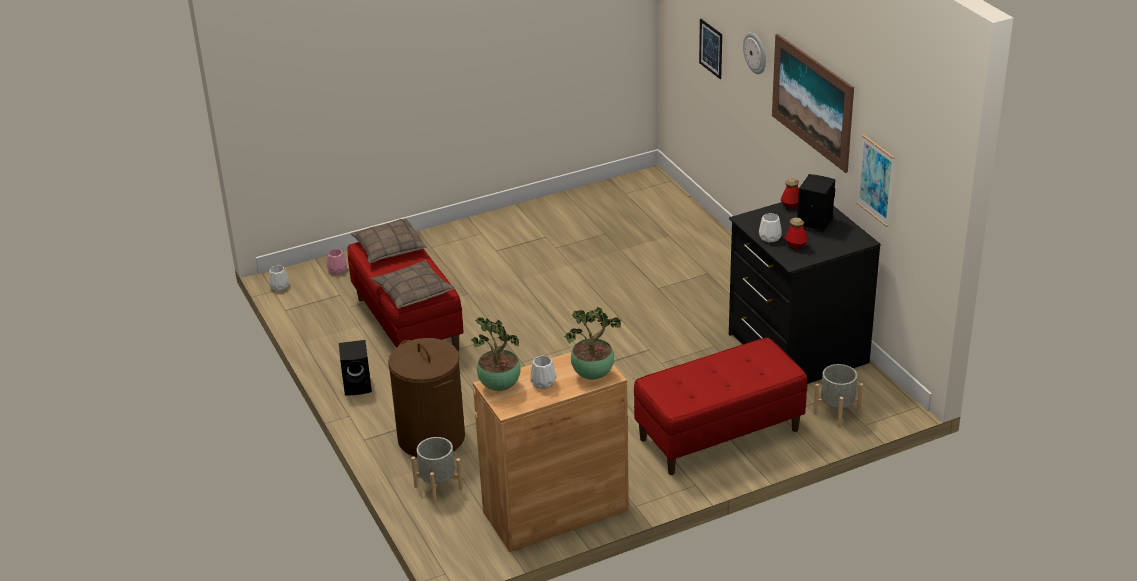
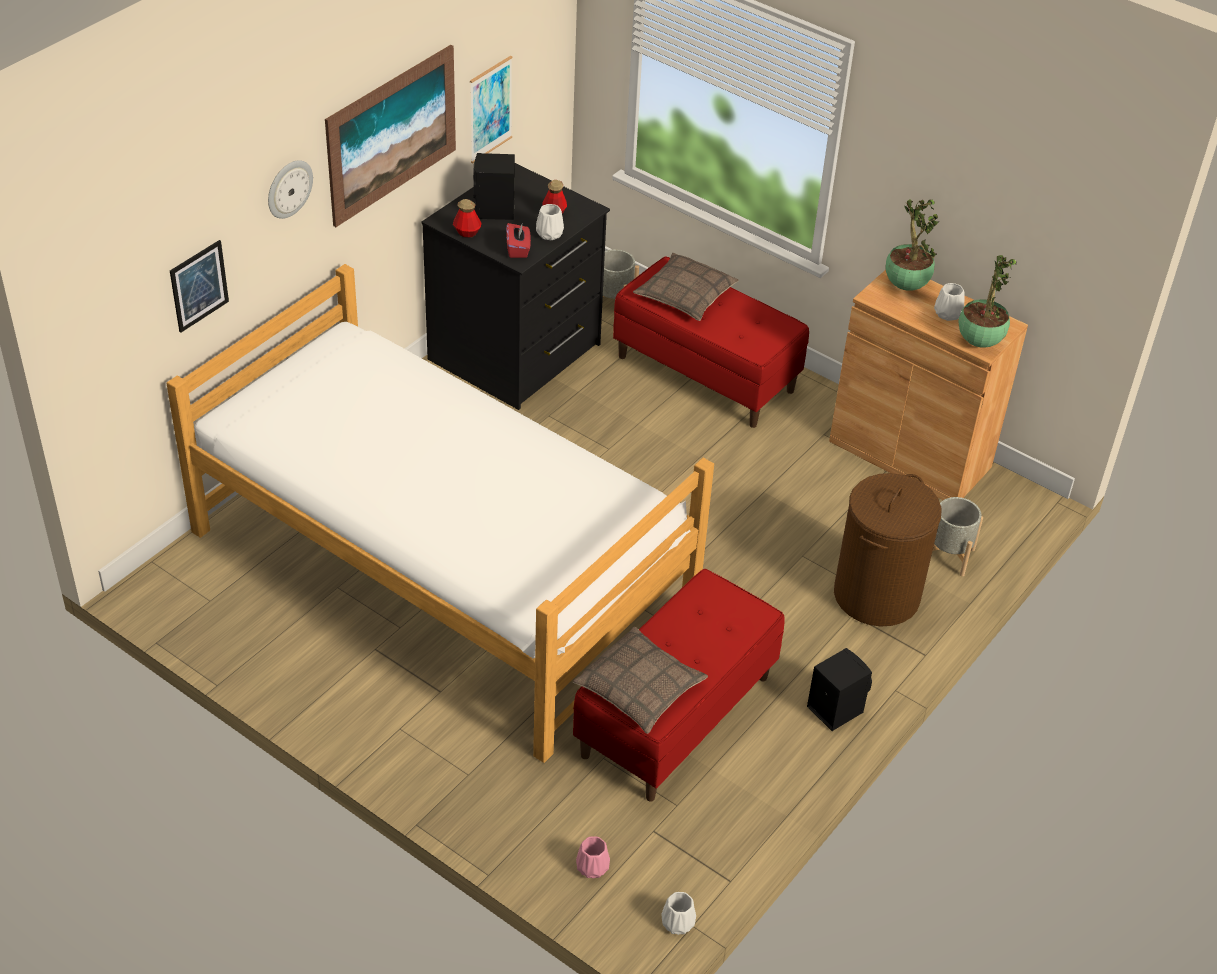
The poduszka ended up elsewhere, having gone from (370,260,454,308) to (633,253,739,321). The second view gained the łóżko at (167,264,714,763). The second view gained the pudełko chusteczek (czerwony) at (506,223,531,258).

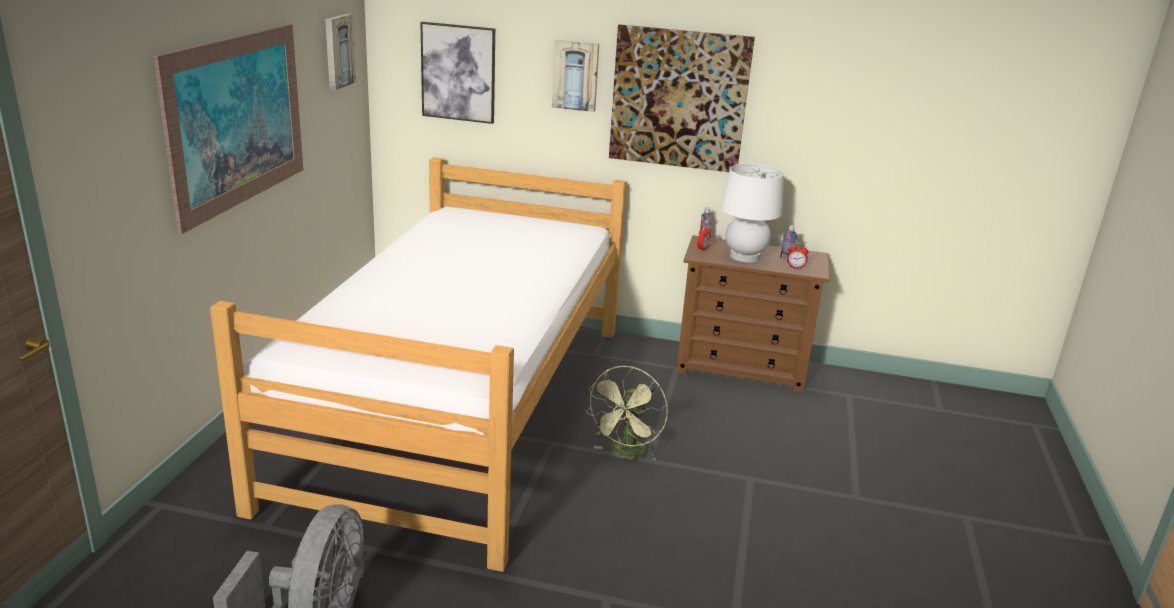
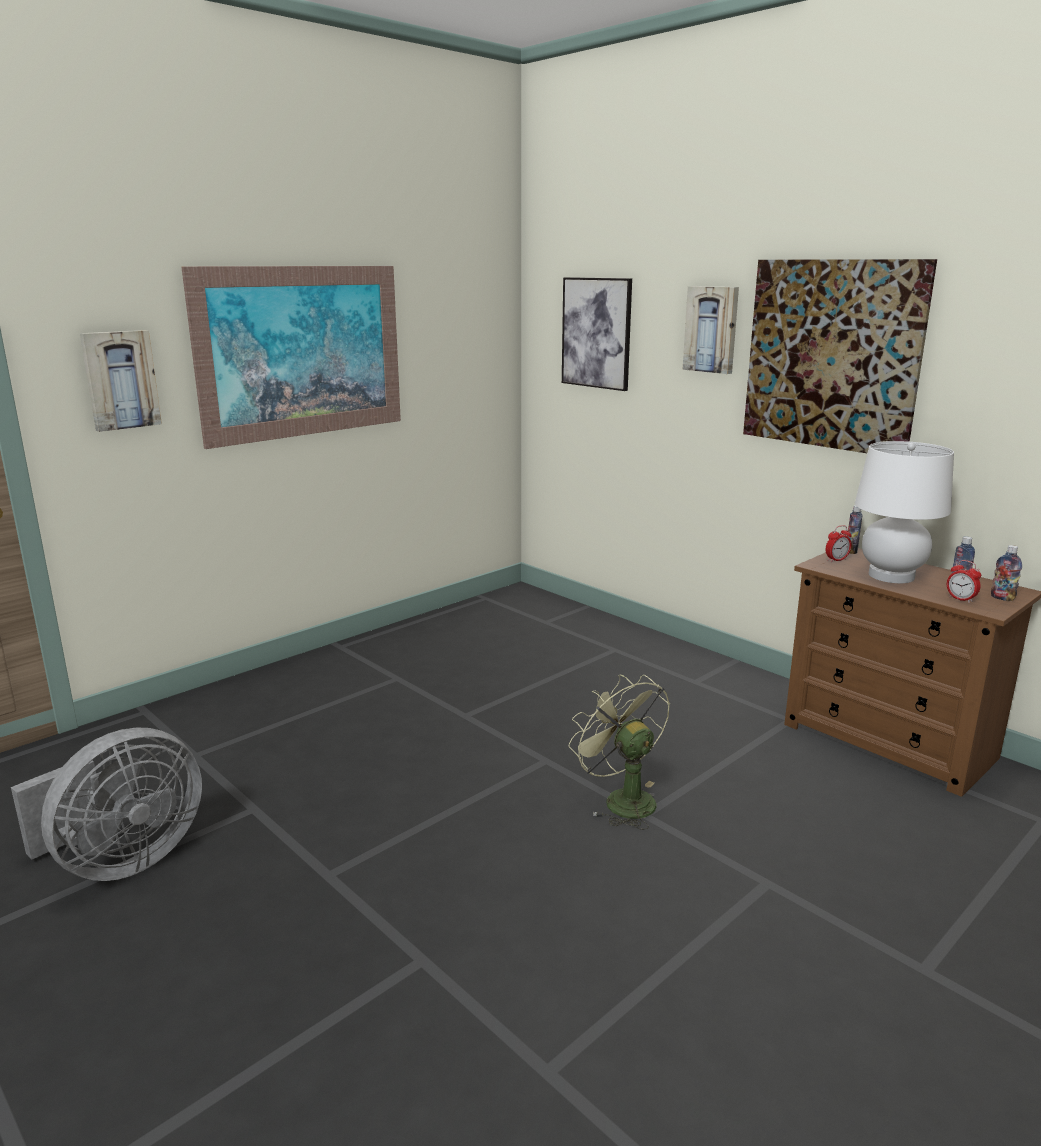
The second view lost the łóżko at (210,157,627,572). The obraz ended up elsewhere, having gone from (325,14,356,90) to (80,330,162,432). The wentylator (zielony) at (585,366,668,461) ended up facing another way, 90 degrees clockwise from before. The second view gained the butelka at (991,545,1022,601).

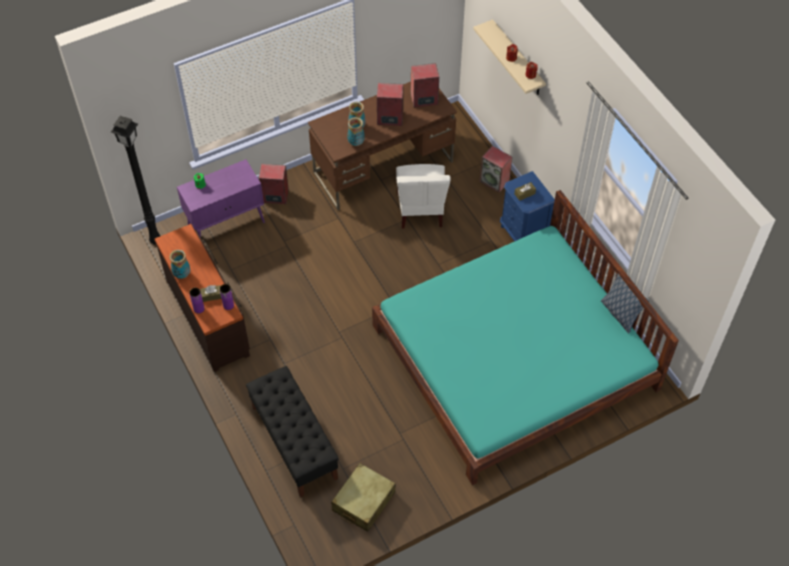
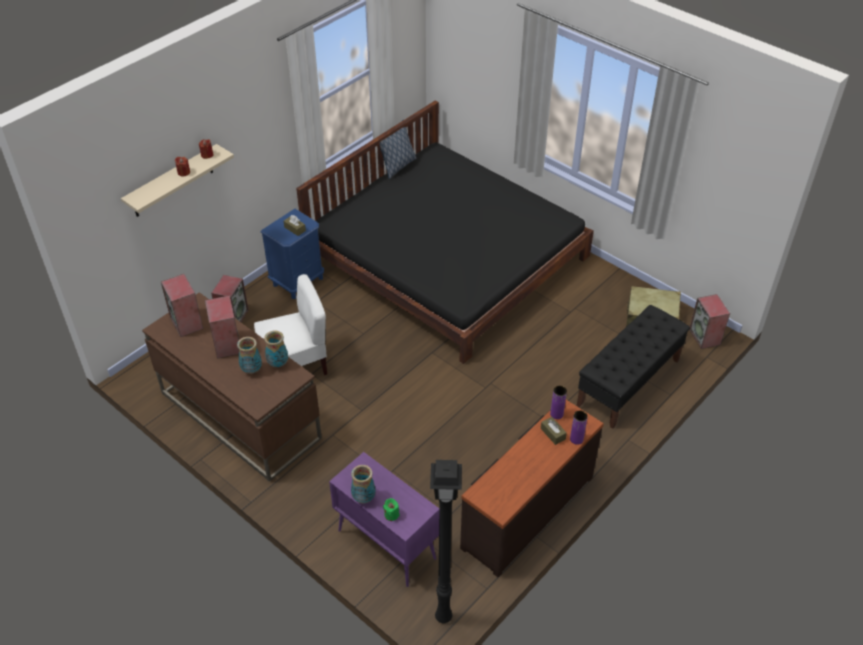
The wazon ended up elsewhere, having gone from (170,250,190,279) to (351,465,376,503). The głośnik ended up elsewhere, having gone from (259,164,289,204) to (689,294,730,349). What was the łóżko (turkusowy) at (372,190,679,485) turned into the łóżko (czarny) at (296,101,594,364).

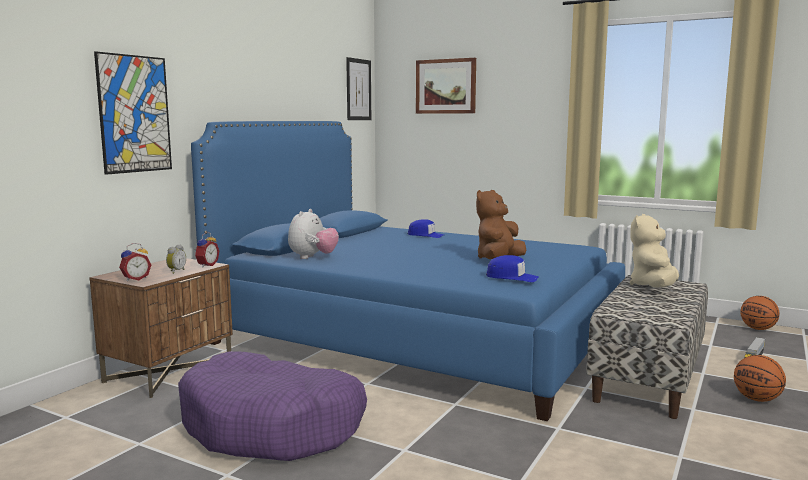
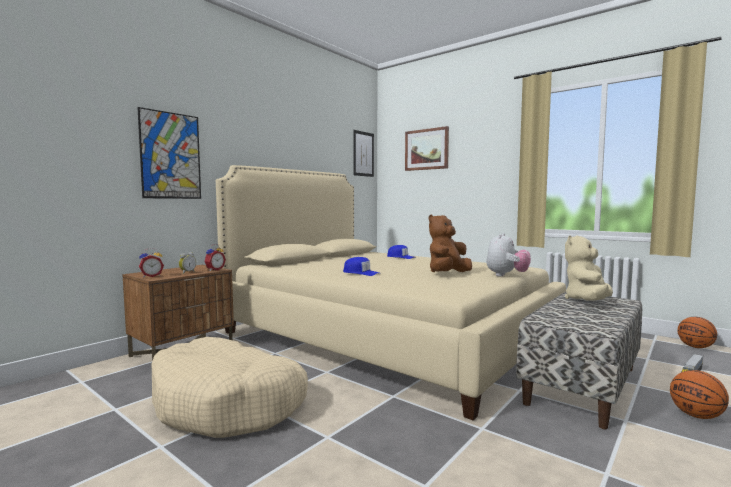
What was the legowisko (fioletowy) at (178,351,367,461) turned into the legowisko (beżowy) at (151,337,308,438). What was the łóżko (niebieski) at (191,121,625,421) turned into the łóżko (beżowy) at (216,165,566,420). The pluszak ended up elsewhere, having gone from (288,209,339,259) to (486,233,531,276). The czapka z daszkiem (niebieski) ended up elsewhere, having gone from (486,255,539,282) to (343,257,379,276).

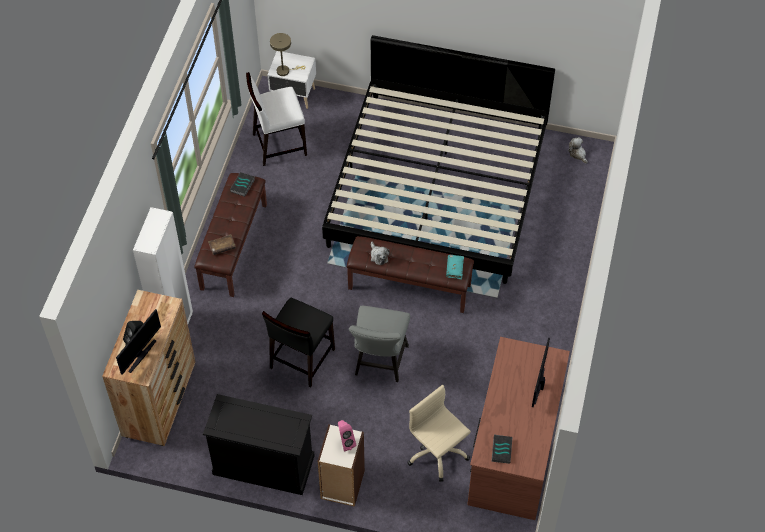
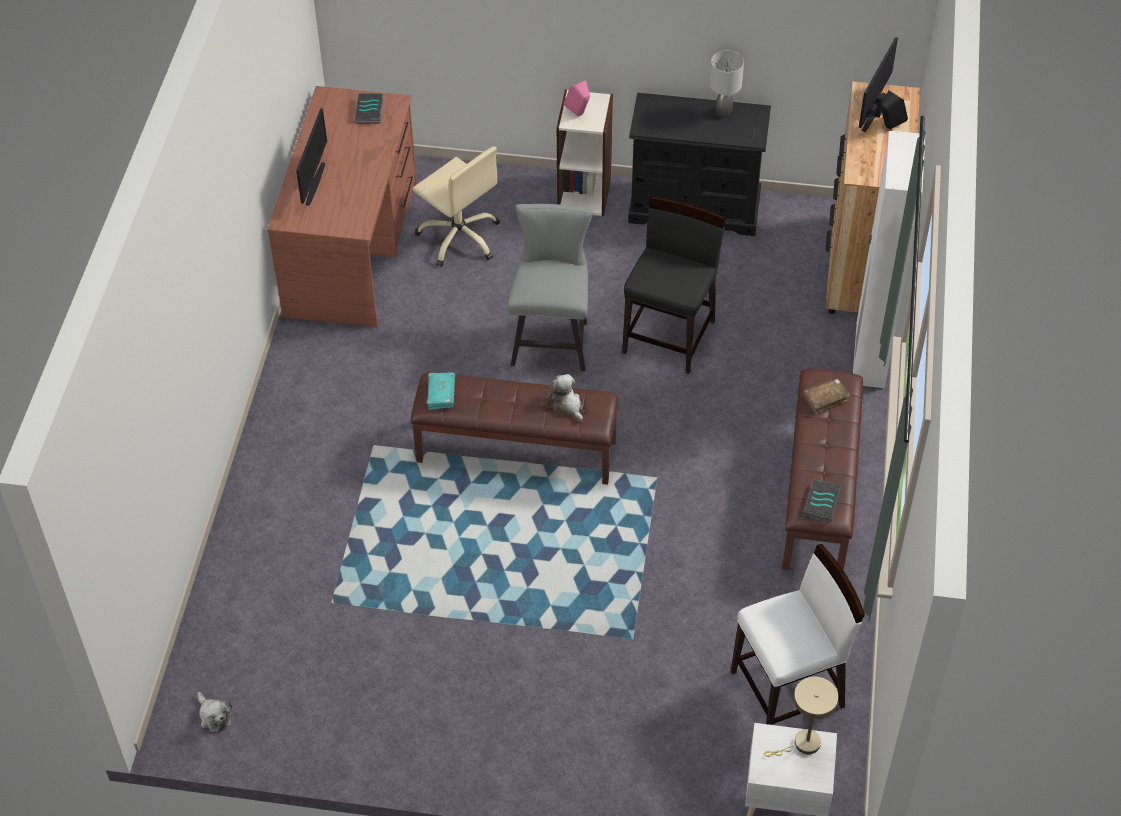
The second view lost the łóżko at (322,35,555,284). The second view gained the lampa stołowa (szary) at (710,51,744,118).

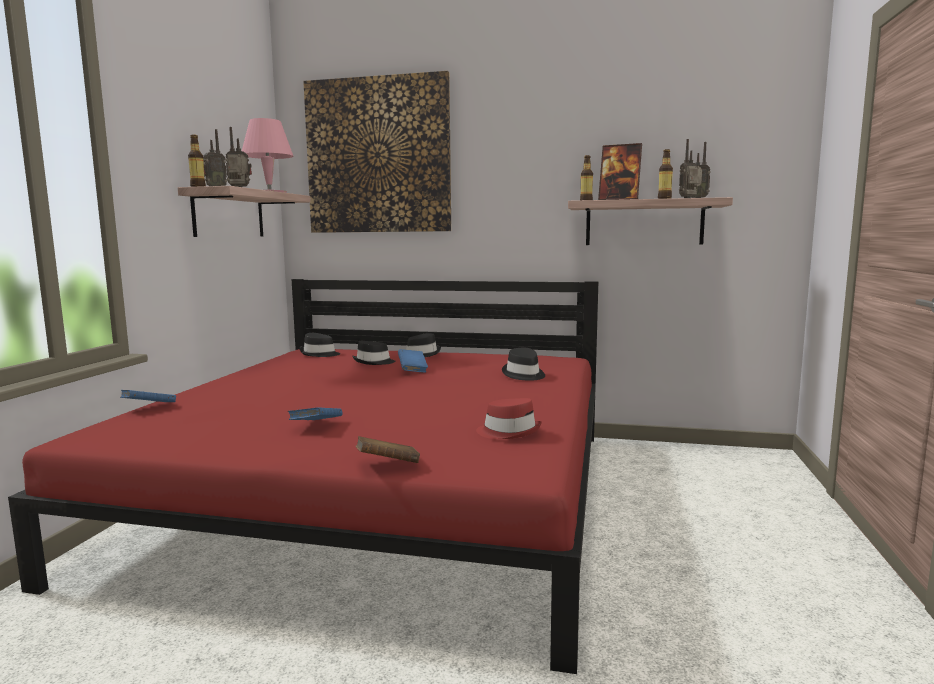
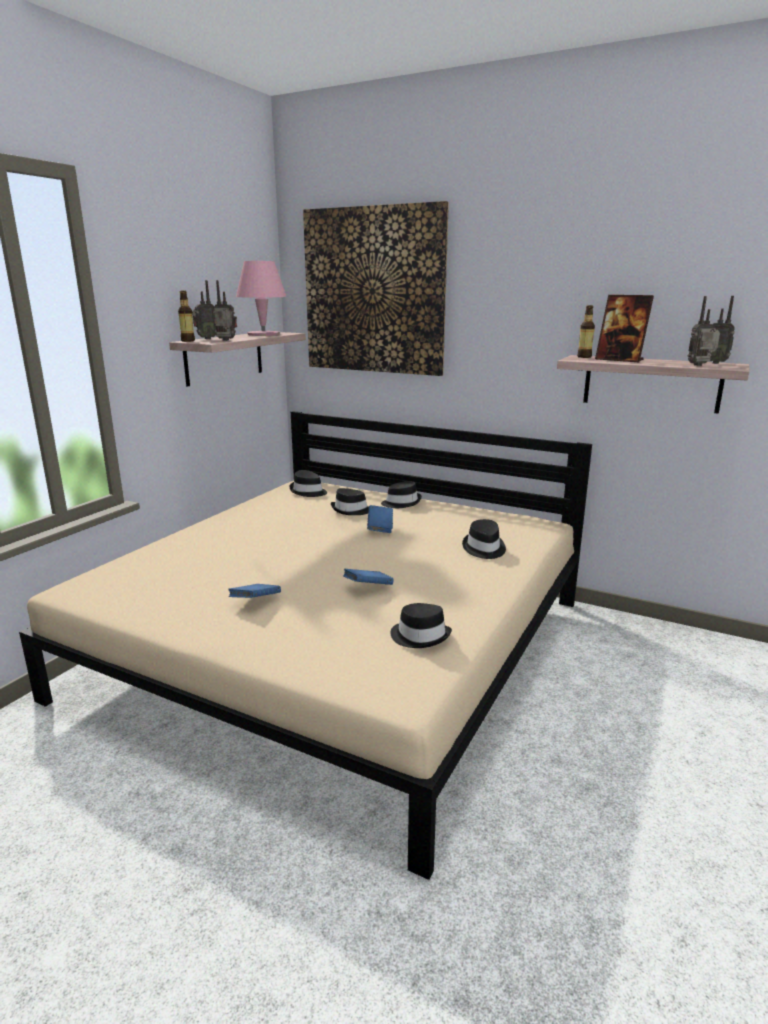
What was the łóżko (czerwony) at (8,279,598,674) turned into the łóżko (beżowy) at (19,411,592,880). The książka (niebieski) ended up elsewhere, having gone from (120,390,176,402) to (343,568,394,585). The second view lost the książka (brązowy) at (356,436,420,463). What was the kapelusz (czerwony) at (476,398,542,439) turned into the kapelusz (czarny) at (390,603,452,648). The second view lost the butelka at (658,149,673,199).

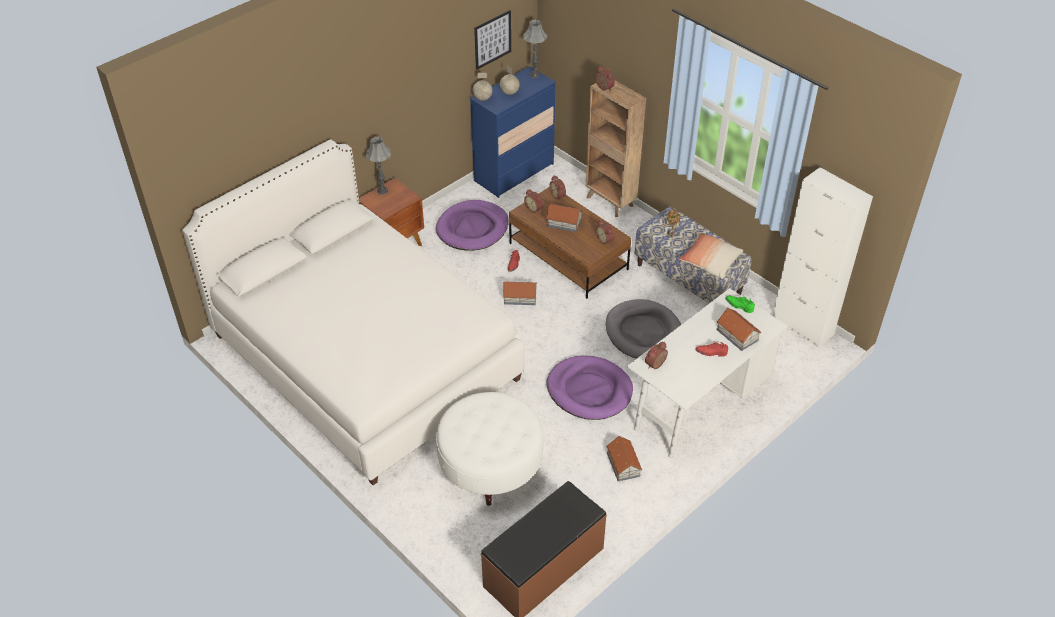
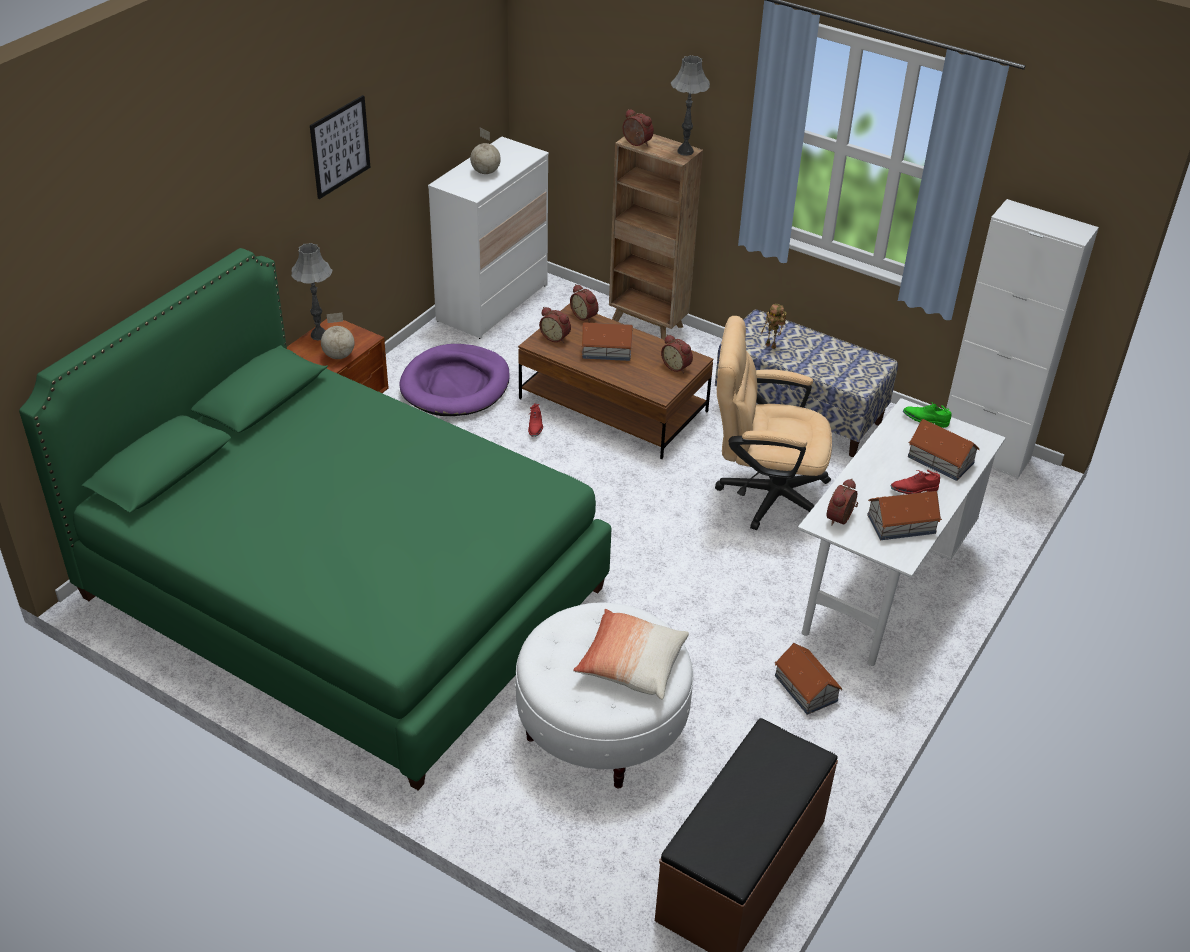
What was the łóżko (biały) at (182,139,524,485) turned into the łóżko (zielony) at (19,248,612,790). What was the komoda (niebieski) at (470,66,556,198) turned into the komoda (biały) at (428,137,549,339). The globus ended up elsewhere, having gone from (473,73,492,101) to (321,313,355,359). The obraz ended up elsewhere, having gone from (474,10,511,70) to (310,95,370,199). The domek ended up elsewhere, having gone from (503,282,537,305) to (867,491,942,540). The lampa stołowa (szary) ended up elsewhere, having gone from (523,19,547,78) to (671,55,710,156). The second view lost the legowisko (fioletowy) at (547,355,633,420). Where the legowisko (szary) stood at (606,299,681,358), the krzesło biurowe (beżowy) came to stand at (715,316,832,530). The poduszka ended up elsewhere, having gone from (679,232,743,279) to (573,609,689,700).

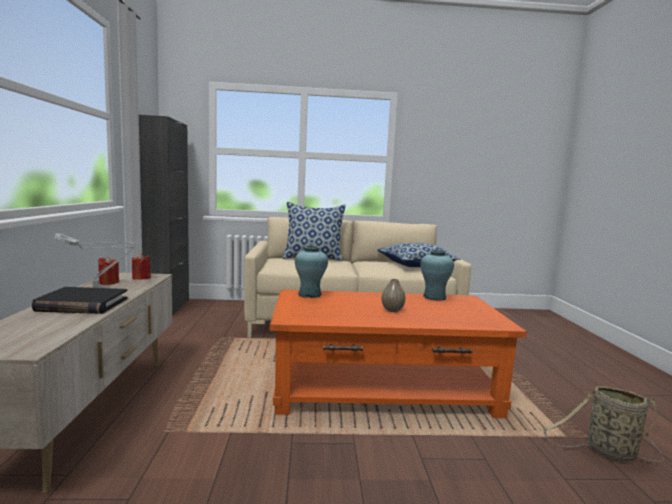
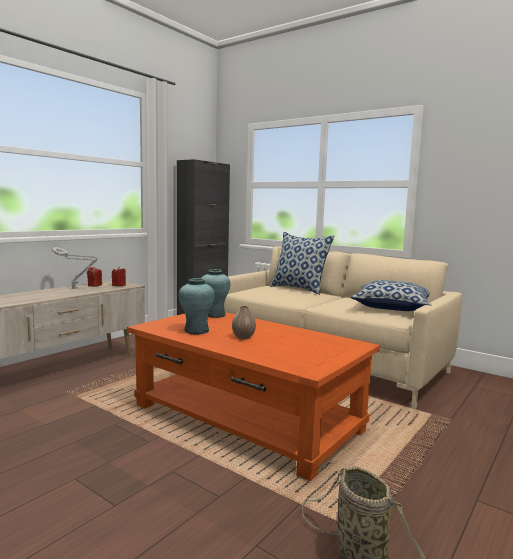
The second view lost the książka (czarny) at (32,287,128,314). The wazon (turkusowy) ended up elsewhere, having gone from (420,250,454,301) to (179,278,215,334).

